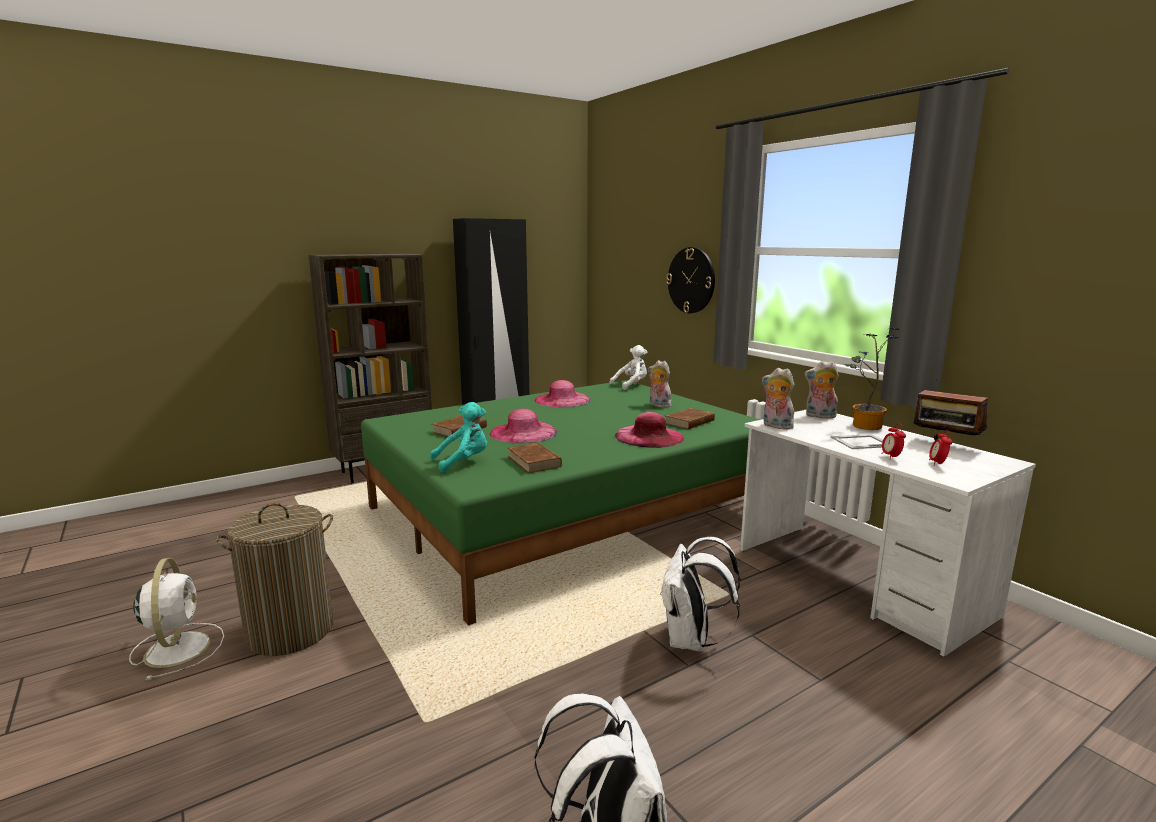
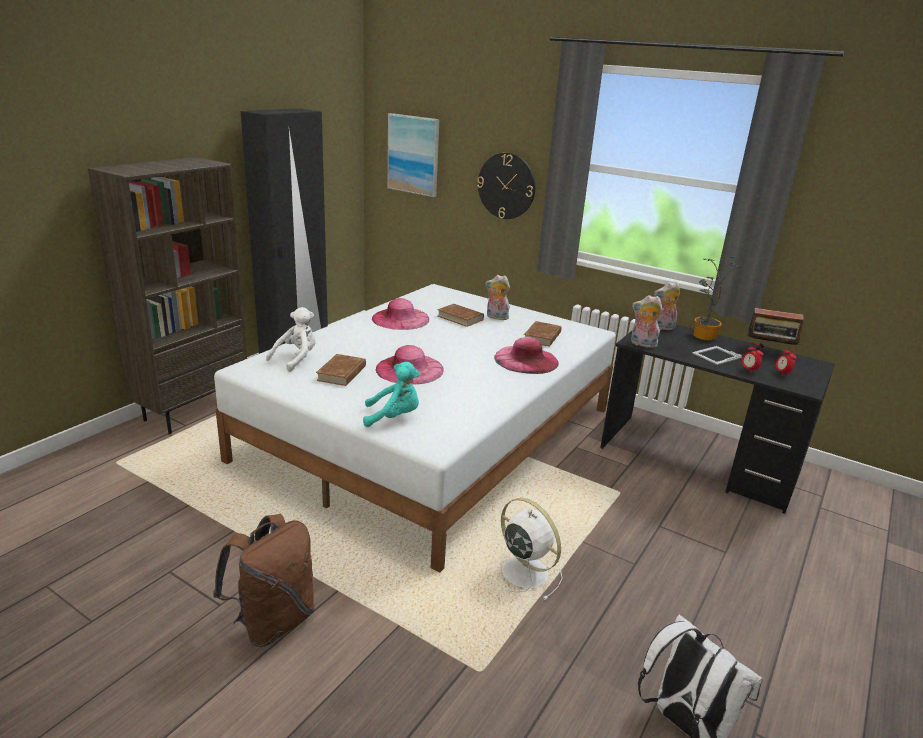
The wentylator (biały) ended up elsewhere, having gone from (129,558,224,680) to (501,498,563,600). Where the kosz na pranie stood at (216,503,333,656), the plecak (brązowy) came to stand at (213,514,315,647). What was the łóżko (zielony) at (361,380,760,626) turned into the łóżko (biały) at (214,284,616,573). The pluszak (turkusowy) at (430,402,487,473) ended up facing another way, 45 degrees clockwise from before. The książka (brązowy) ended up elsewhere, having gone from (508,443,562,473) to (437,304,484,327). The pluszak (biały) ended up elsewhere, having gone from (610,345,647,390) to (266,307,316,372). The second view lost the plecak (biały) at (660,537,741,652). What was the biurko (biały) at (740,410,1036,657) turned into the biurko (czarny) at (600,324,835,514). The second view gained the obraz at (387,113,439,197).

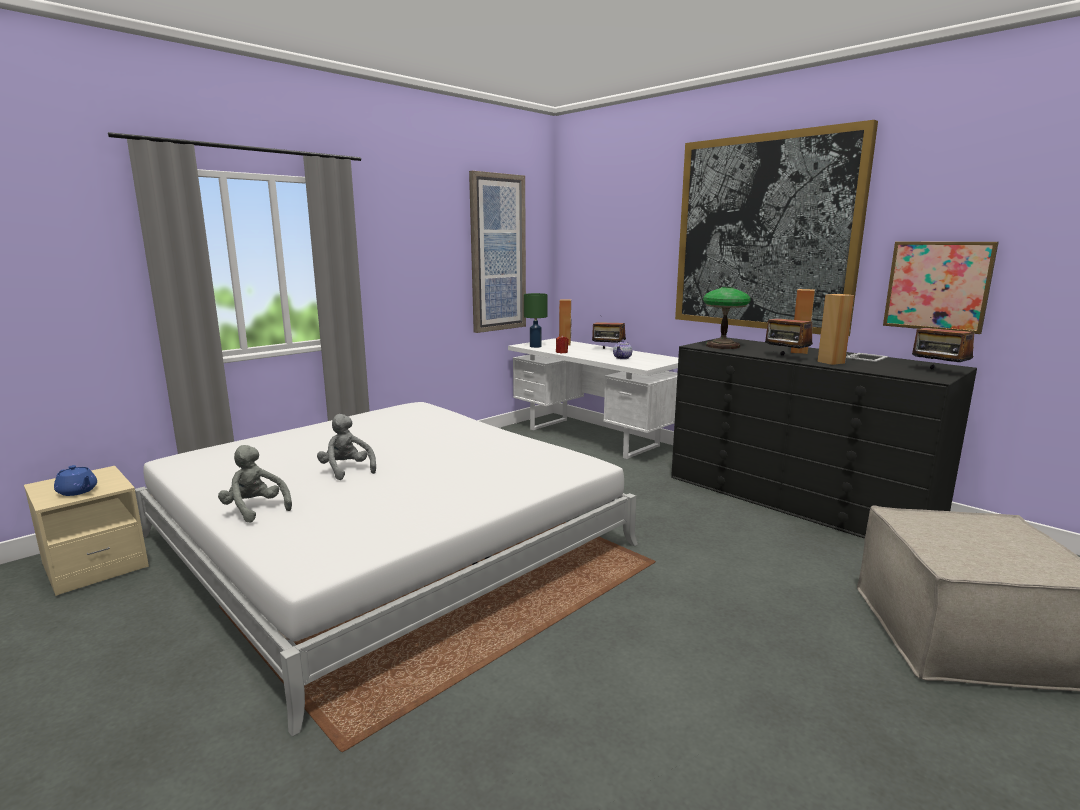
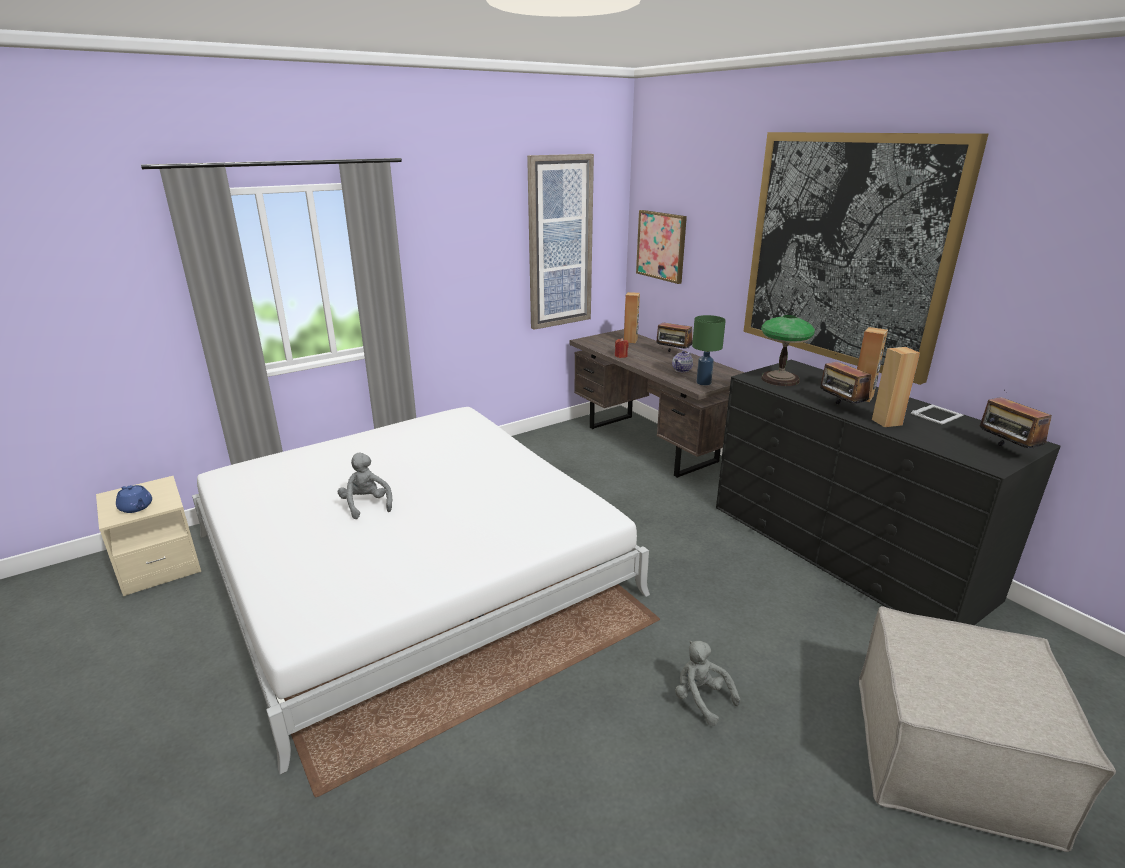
The pluszak (szary) ended up elsewhere, having gone from (218,445,292,523) to (675,641,741,726). What was the biurko (biały) at (508,338,678,459) turned into the biurko (brązowy) at (569,329,745,478). The lampa stołowa (zielony) ended up elsewhere, having gone from (524,293,548,348) to (692,315,726,385). The obraz ended up elsewhere, having gone from (883,242,999,334) to (636,210,687,284).

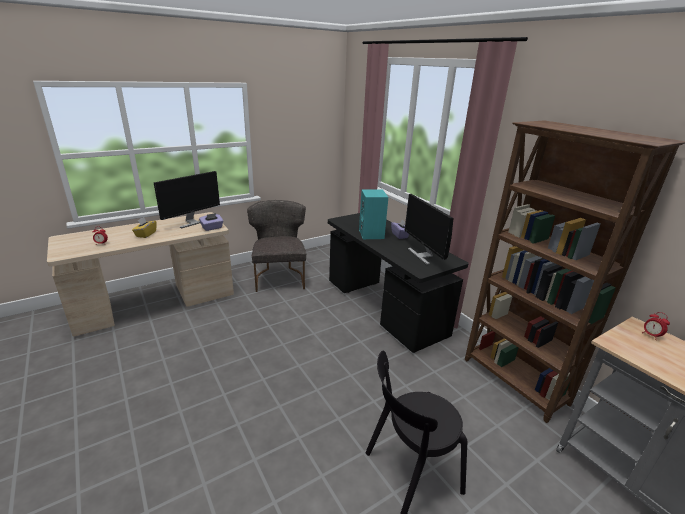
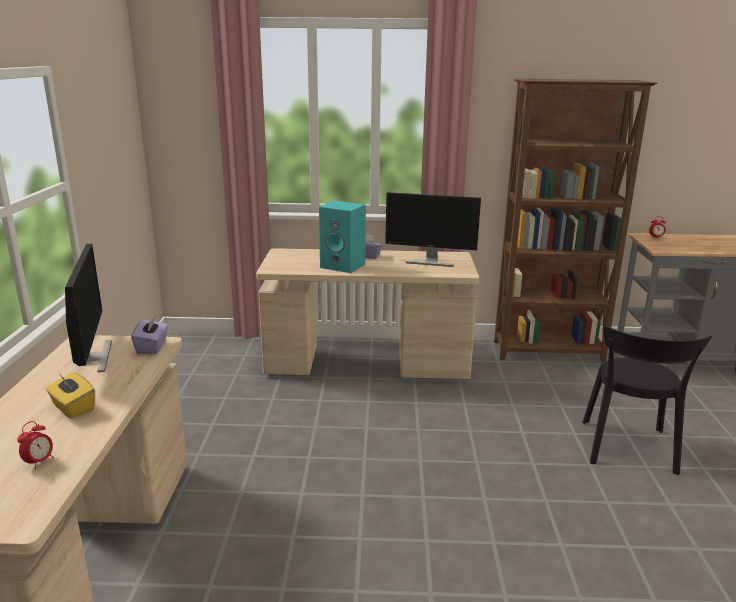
The second view lost the krzesło (szary) at (247,200,306,292). What was the biurko (czarny) at (328,213,469,353) turned into the biurko (beżowy) at (256,248,479,379).

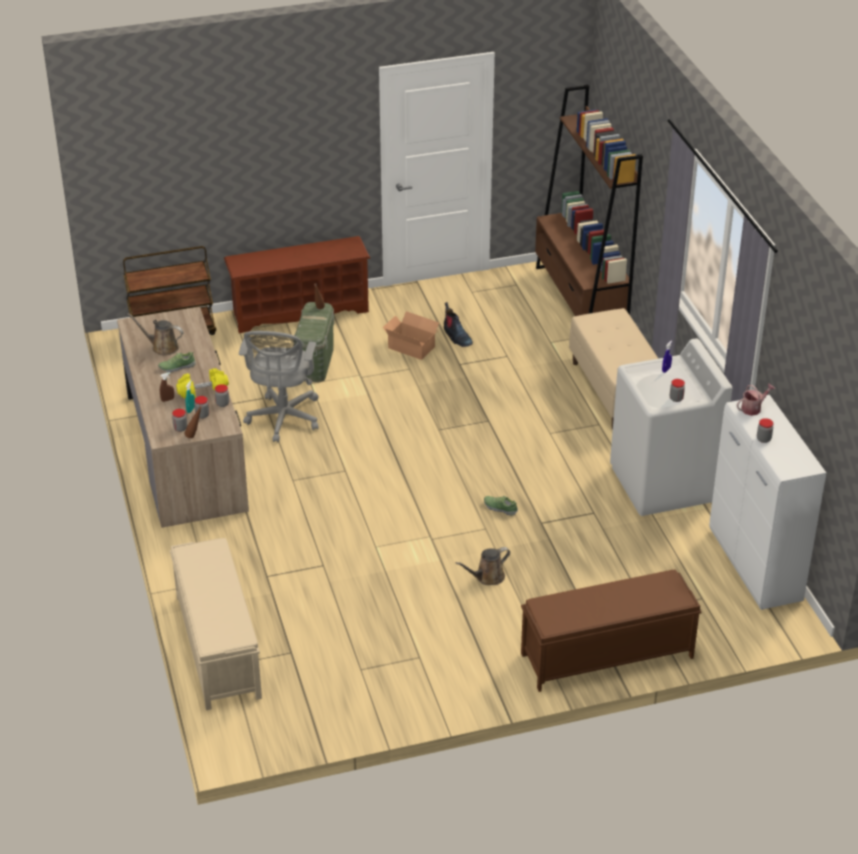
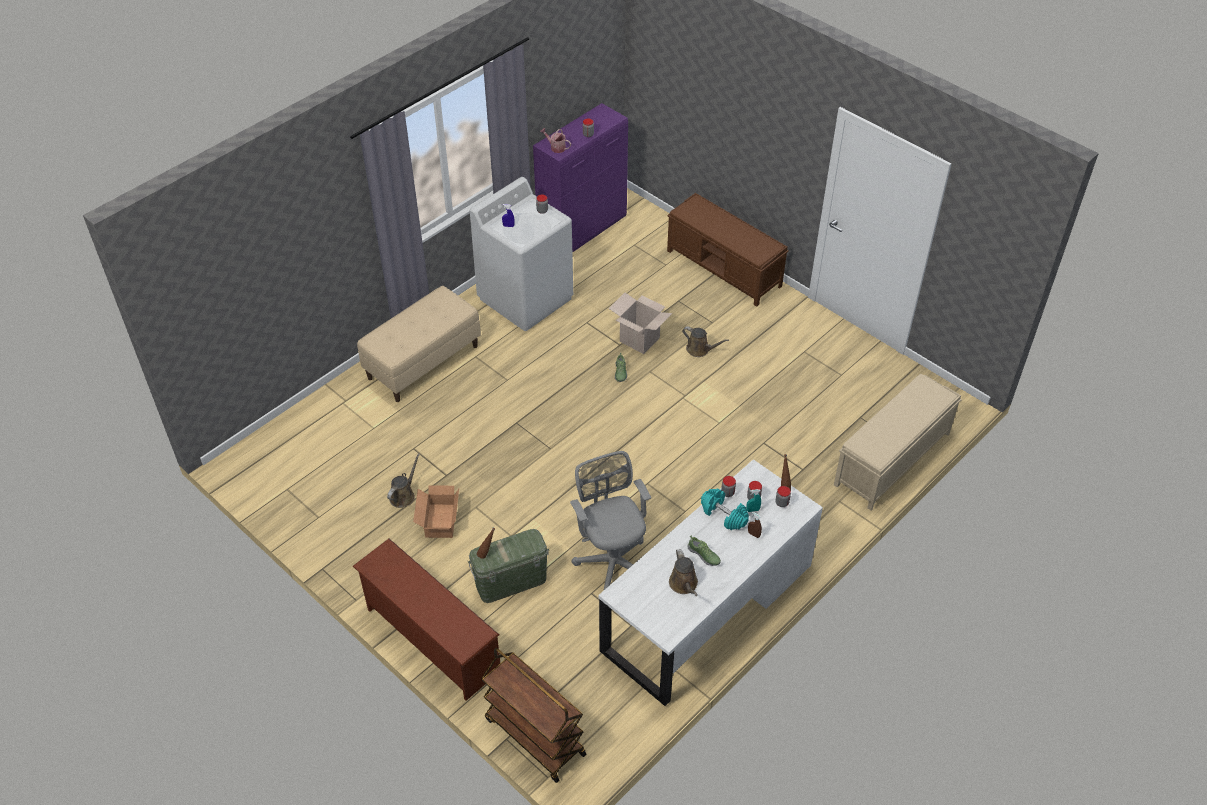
What was the biurko (brązowy) at (117,307,249,528) turned into the biurko (biały) at (598,459,823,706). What was the hantel (żółty) at (176,368,229,398) turned into the hantel (turkusowy) at (701,489,749,530). The krzesło biurowe (szary) at (239,331,319,442) ended up facing another way, 90 degrees counterclockwise from before. Where the but z cholewką stood at (444,302,473,347), the konewka (brązowy) came to stand at (387,453,420,508). The second view lost the regał (brązowy) at (535,85,643,316). What was the szafka (biały) at (709,395,826,610) turned into the szafka (fioletowy) at (533,103,628,253). The second view gained the karton at (608,293,672,354).

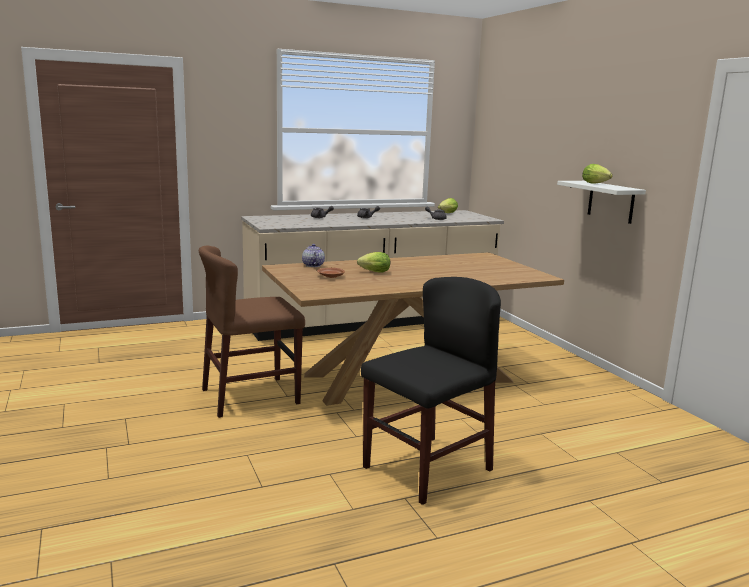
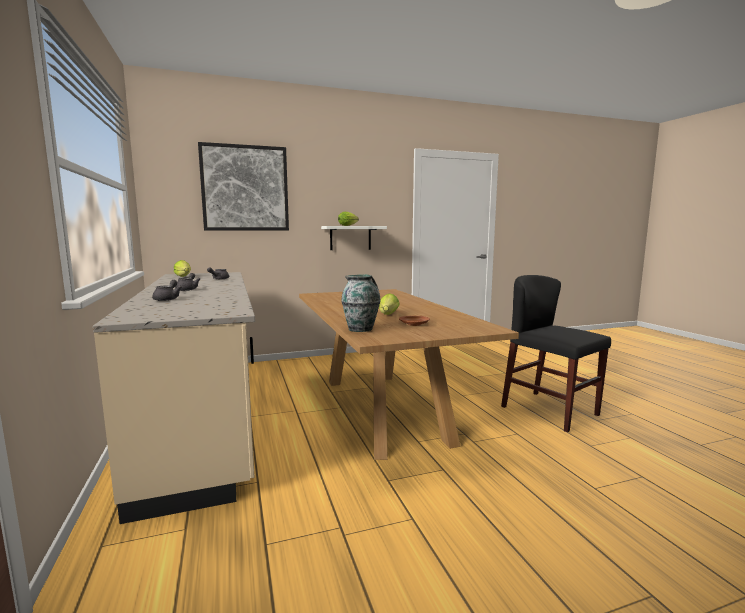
The second view lost the krzesło (brązowy) at (199,246,305,418). Where the imbryk stood at (302,244,325,267), the wazon came to stand at (341,274,380,332). The second view gained the obraz at (198,142,289,230).

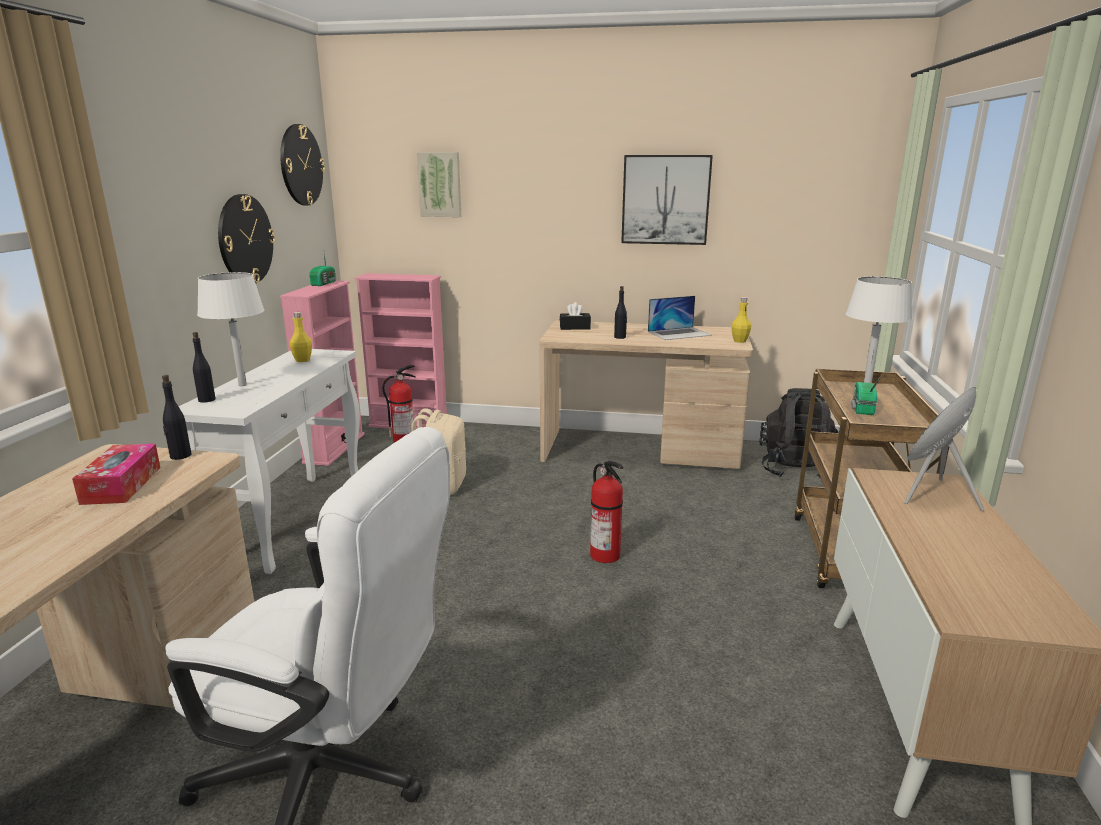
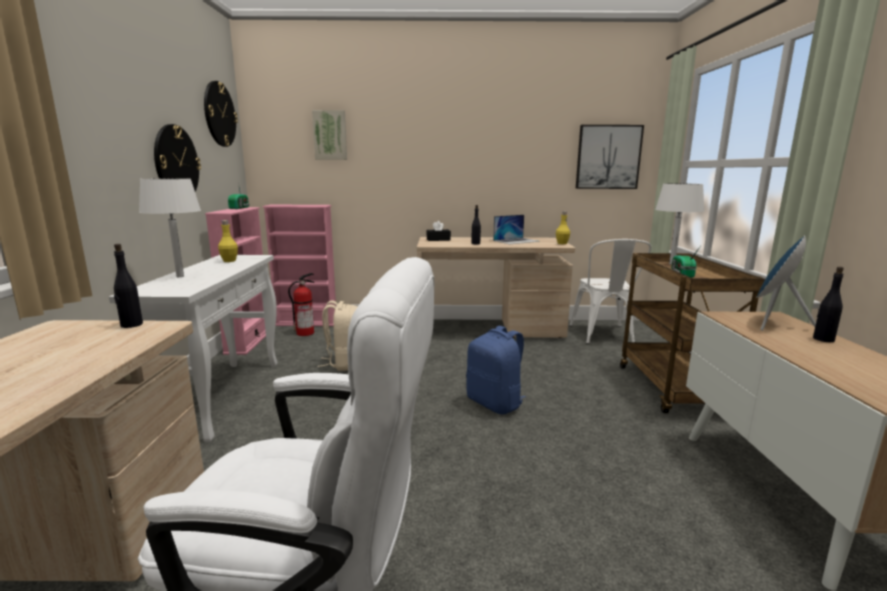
The second view lost the pudełko chusteczek at (72,444,160,505). The butelka (czarny) ended up elsewhere, having gone from (193,332,216,402) to (813,267,844,342). Where the gaśnica stood at (590,461,623,563), the plecak (niebieski) came to stand at (466,326,526,414). The obraz ended up elsewhere, having gone from (621,155,713,245) to (576,125,644,189). Where the plecak (czarny) stood at (759,388,839,477), the krzesło (biały) came to stand at (569,239,651,344).

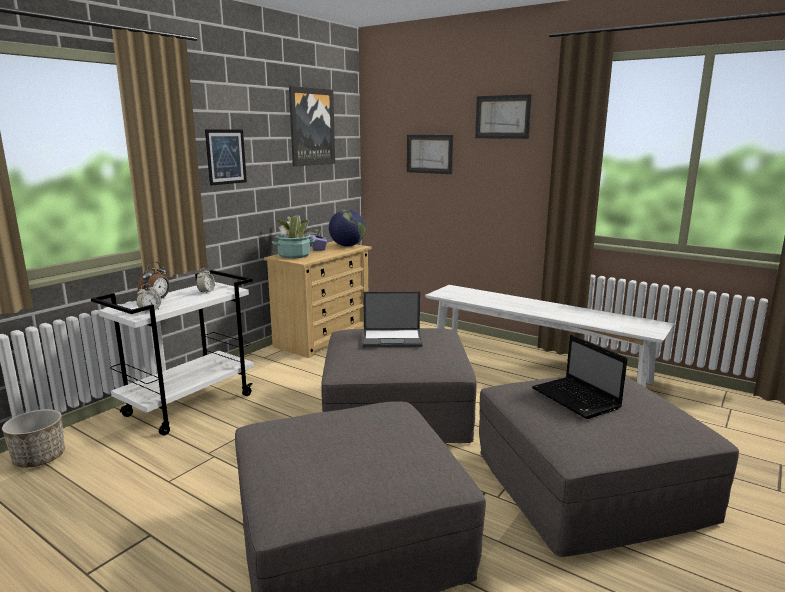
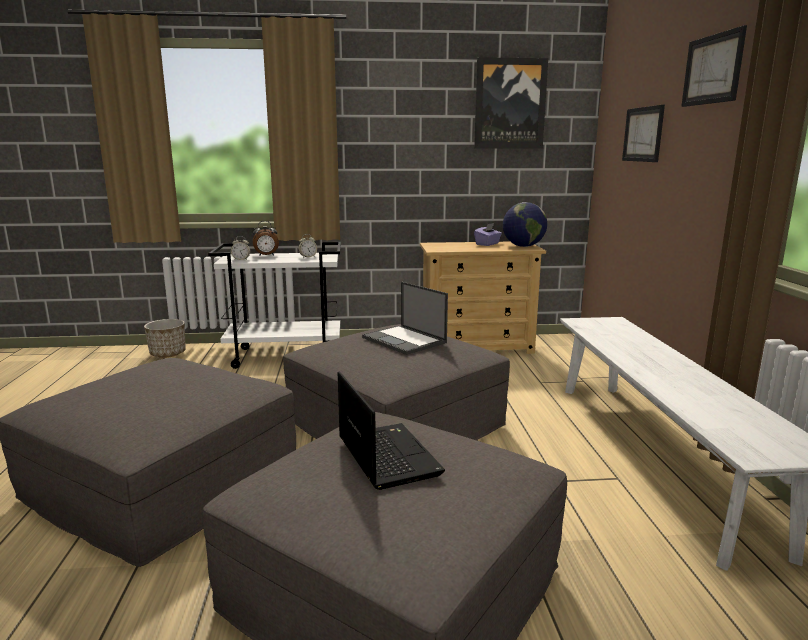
The second view lost the obraz at (205,130,247,186). The second view lost the roślina doniczkowa at (271,216,319,259). The laptop at (532,334,627,419) ended up facing another way, 135 degrees clockwise from before.

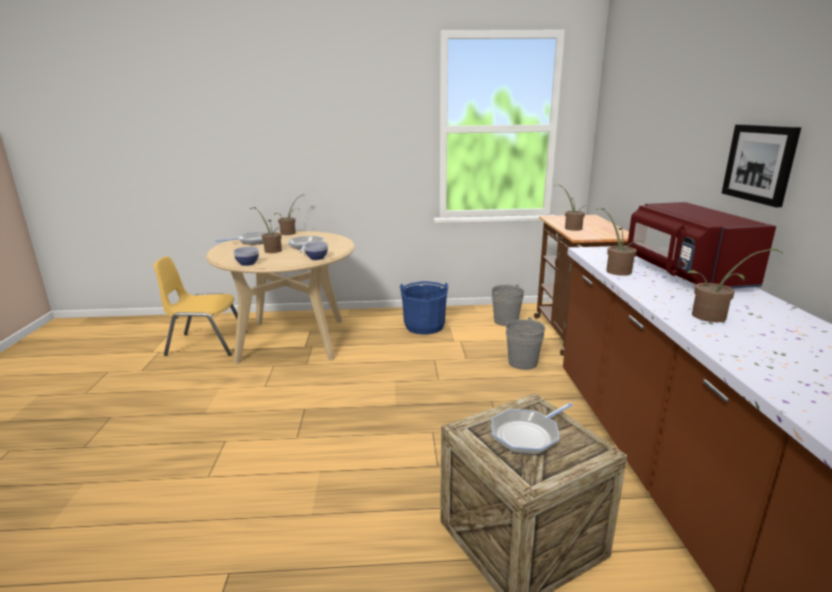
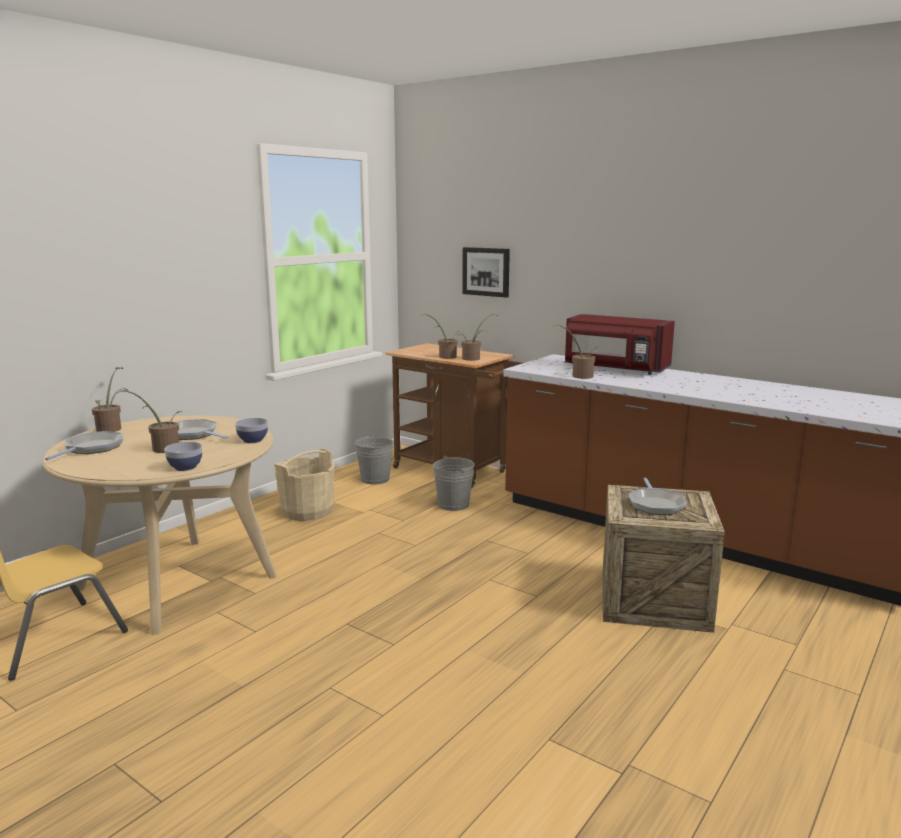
What was the wiadro (niebieski) at (400,281,448,335) turned into the wiadro (beżowy) at (274,449,335,521). The roślina doniczkowa ended up elsewhere, having gone from (686,248,783,322) to (457,314,495,361). The obraz ended up elsewhere, having gone from (722,124,801,207) to (462,247,510,298).

